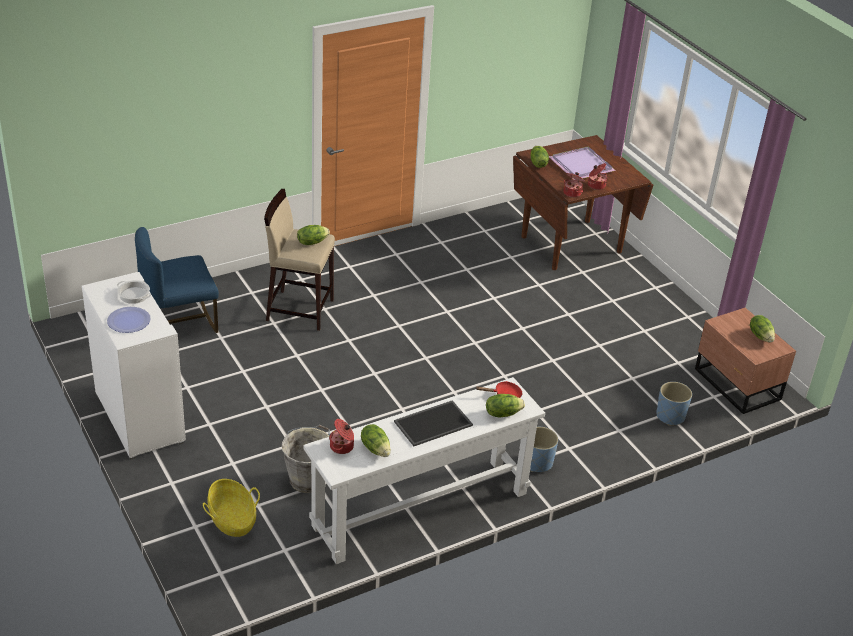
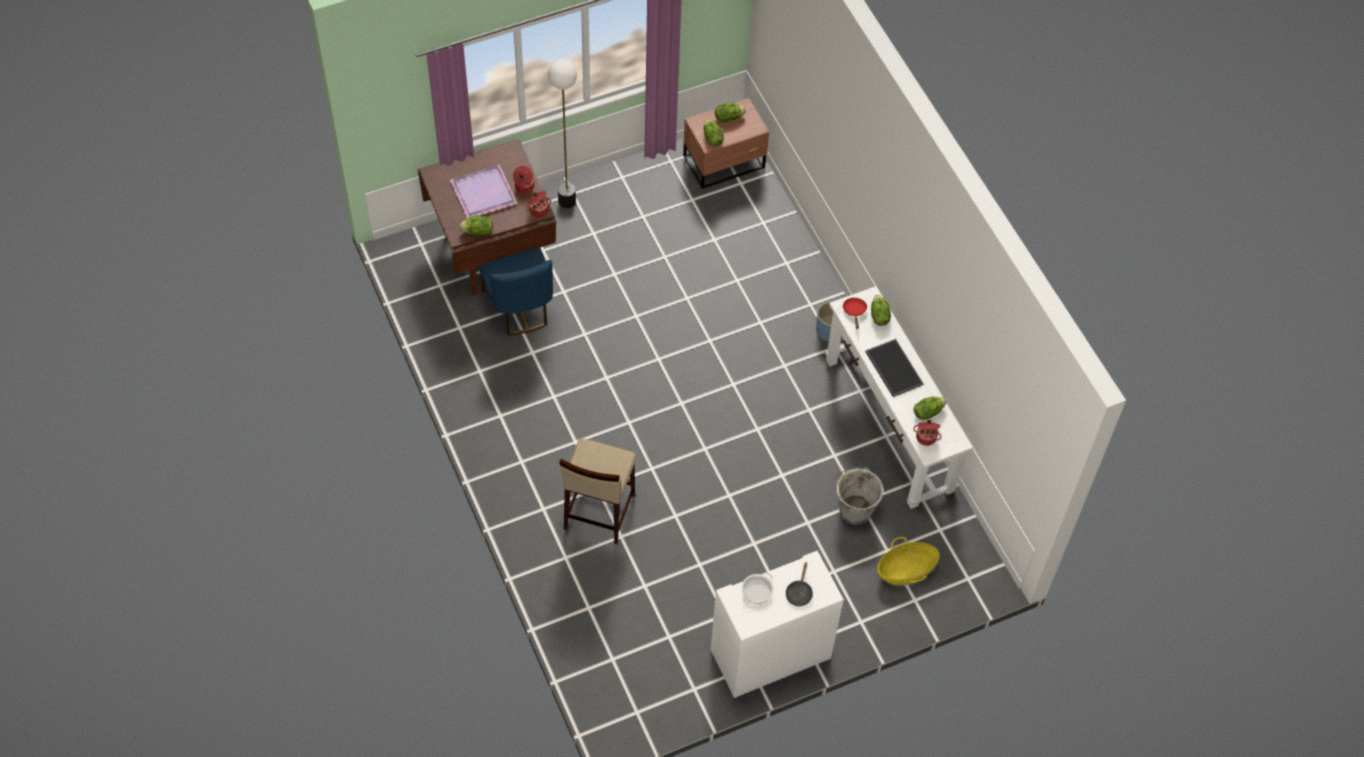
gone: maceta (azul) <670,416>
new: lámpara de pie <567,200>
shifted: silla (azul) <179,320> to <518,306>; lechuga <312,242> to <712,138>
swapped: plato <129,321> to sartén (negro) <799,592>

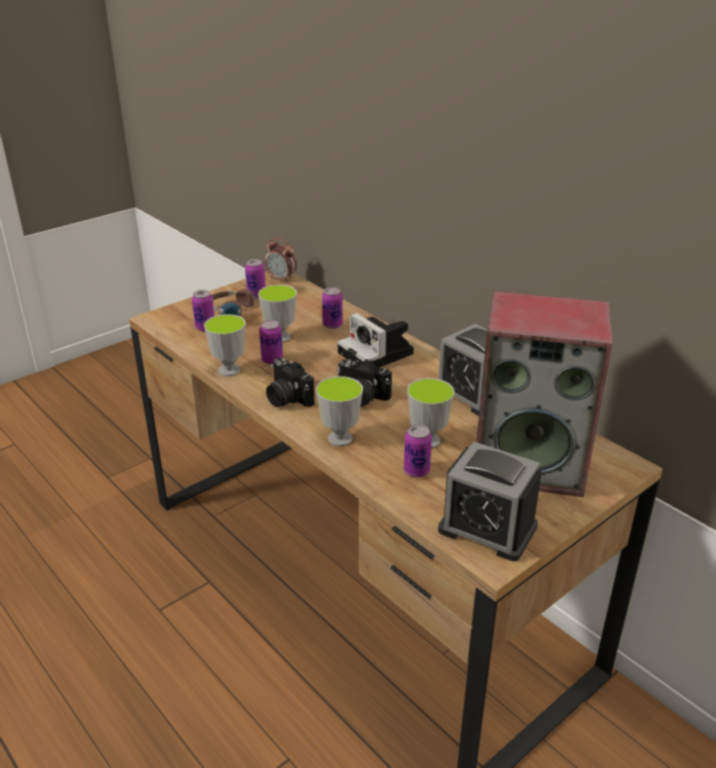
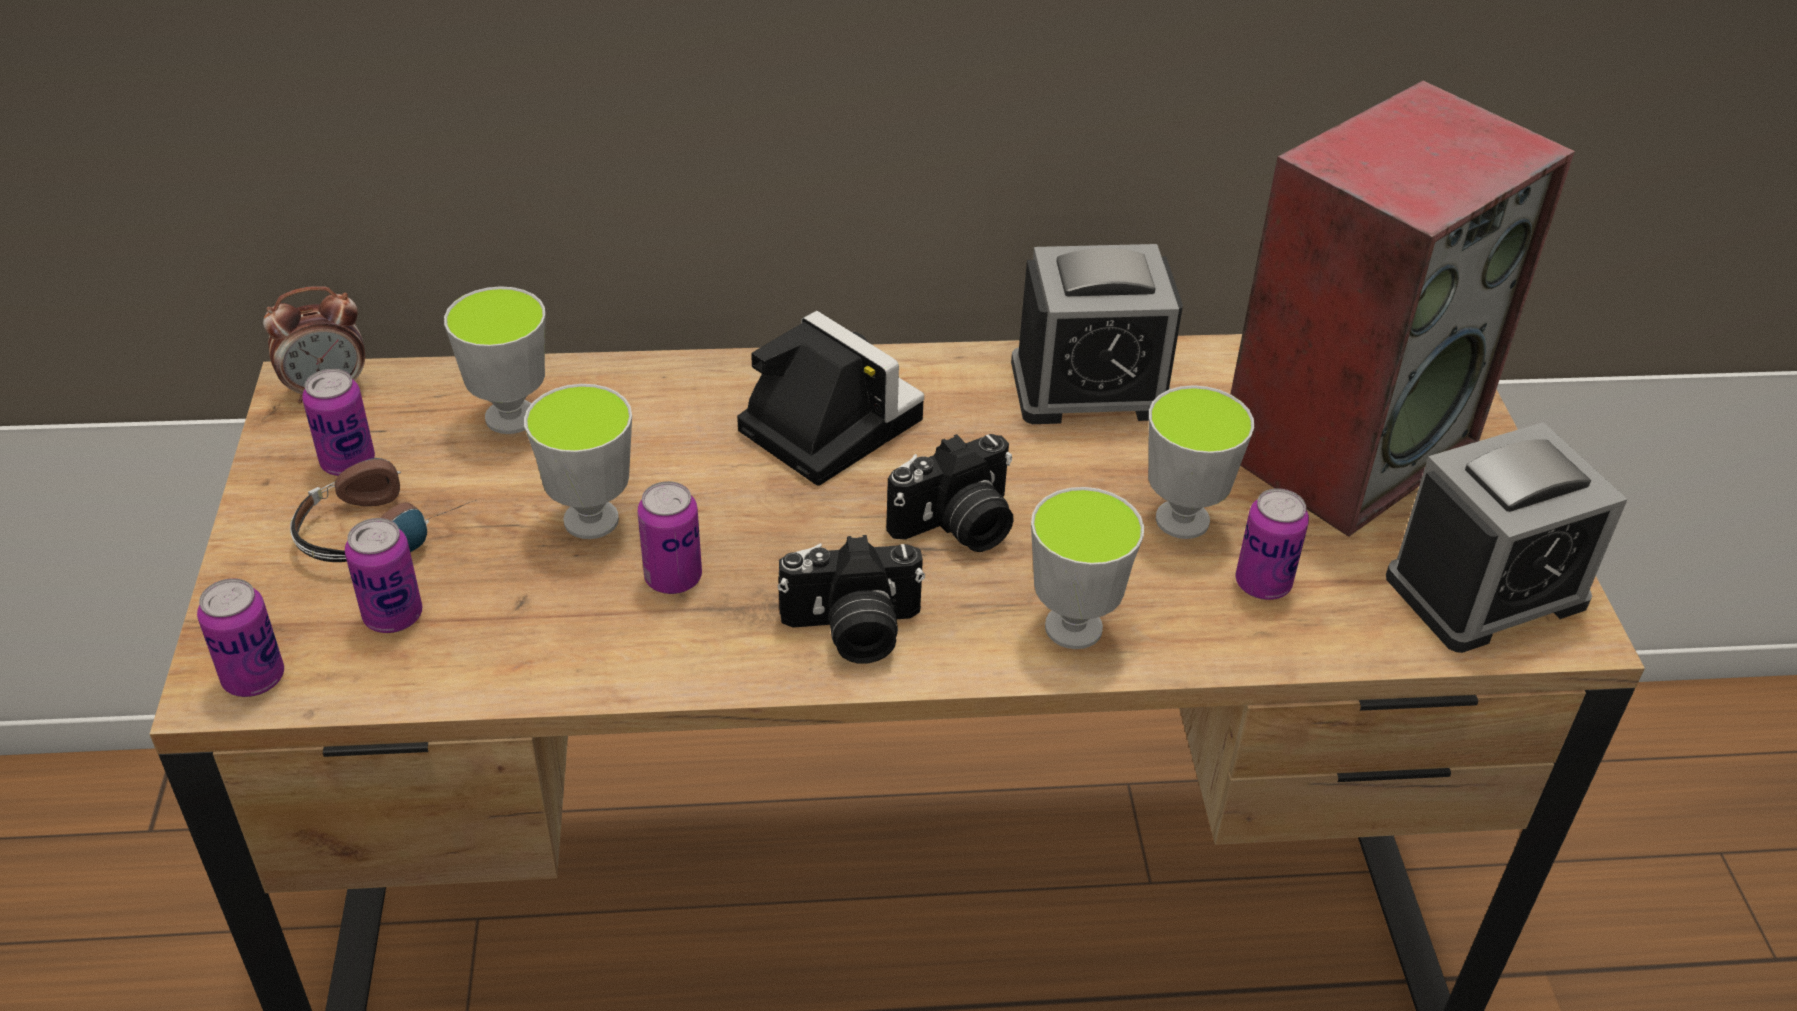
shifted: taza <229,370> to <511,417>; lata <332,325> to <254,678>
rotated: cámara <378,354> = <824,423> 135 degrees counterclockwise

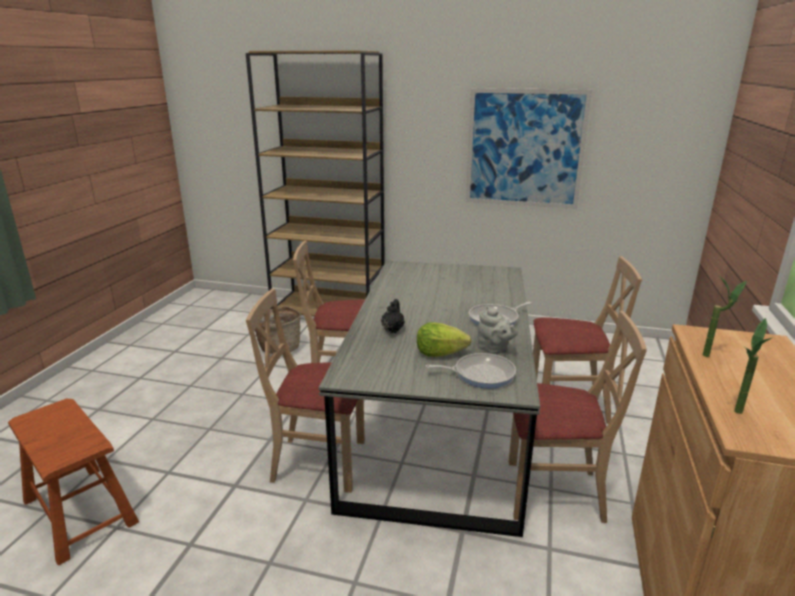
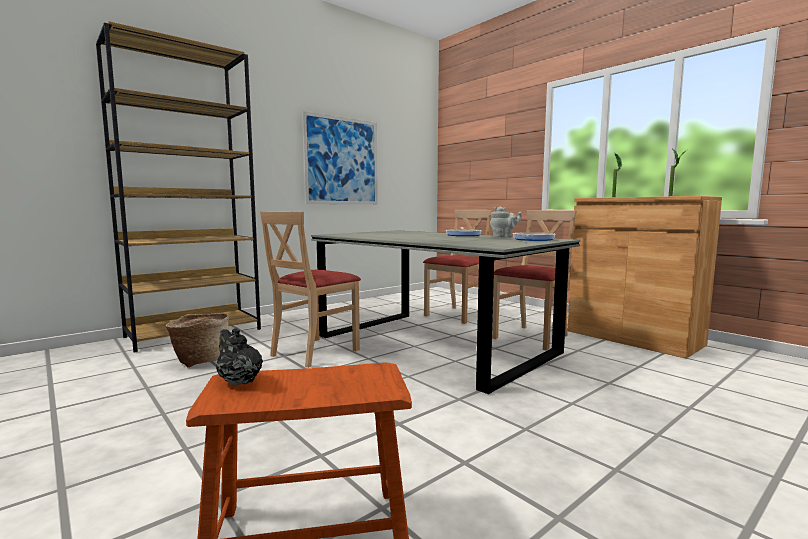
gone: silla (beis) <319,462>; lechuga <439,353>
shifted: tetera (negro) <393,329> to <239,381>

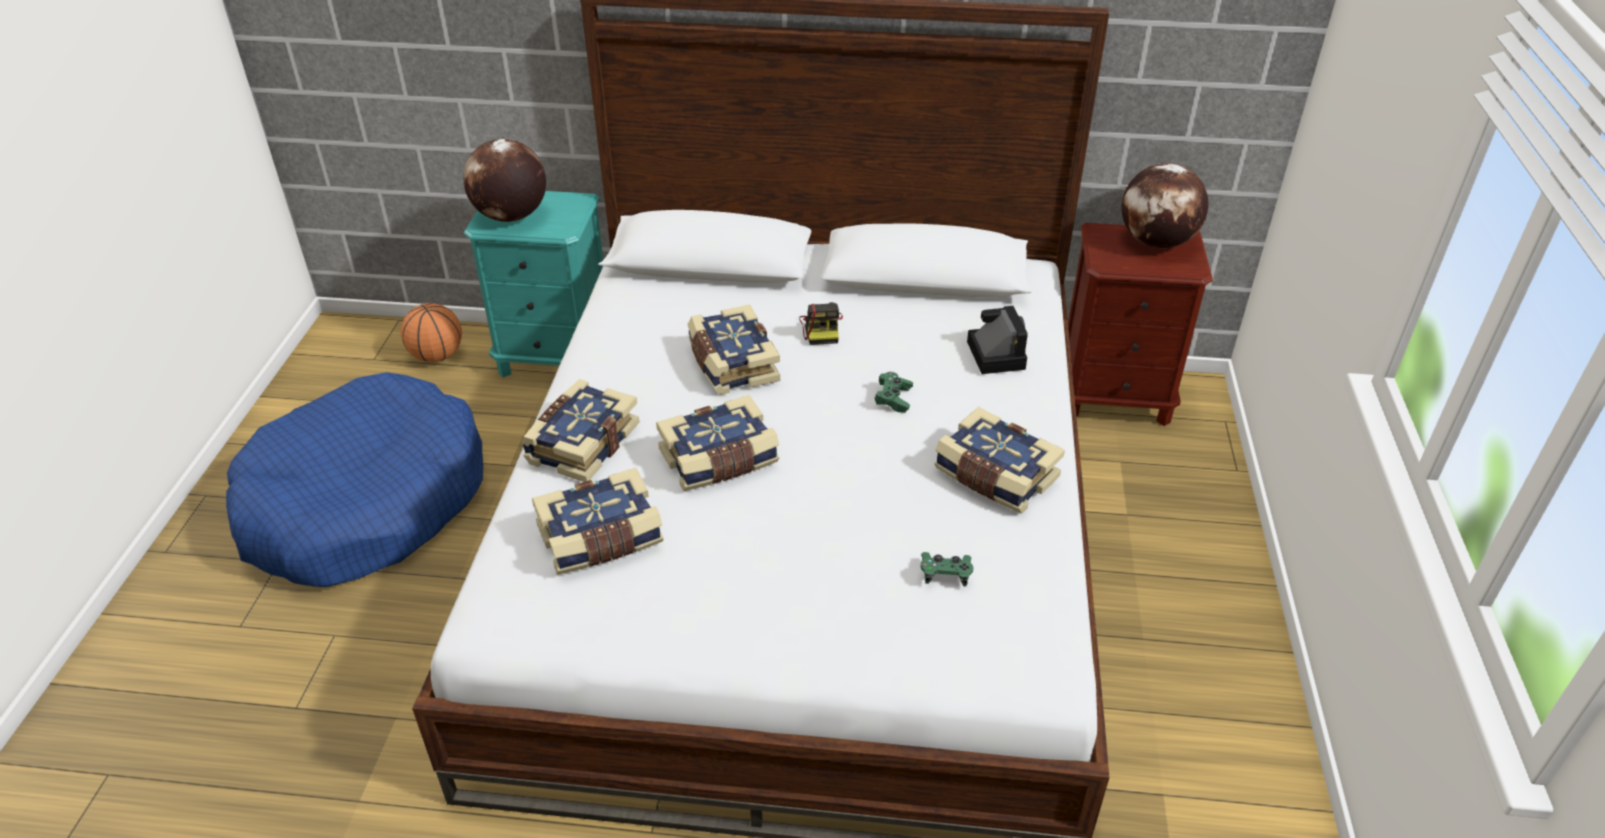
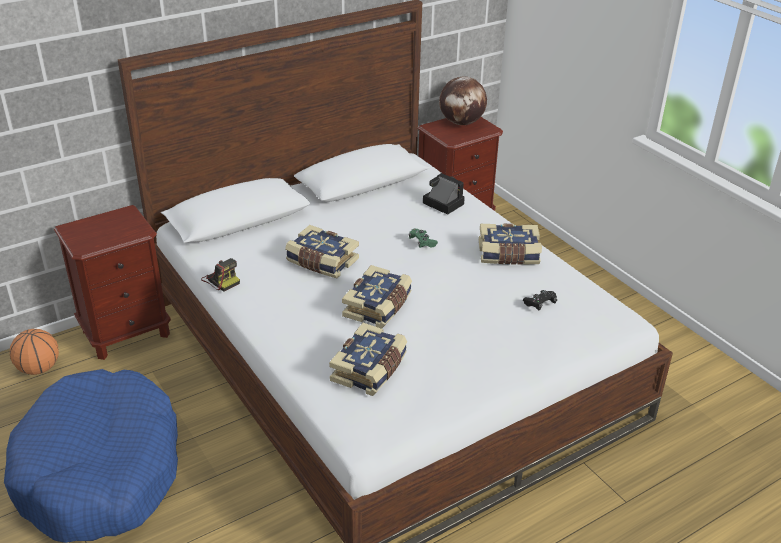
gone: globo terráqueo <511,216>; libro <581,443>
shifted: cámara <822,329> to <221,280>
repainted: mesita de noche (turquesa) <556,357> to mesita de noche (marrón) <126,333>; mando de consola (verde) <945,574> to mando de consola (negro) <540,304>

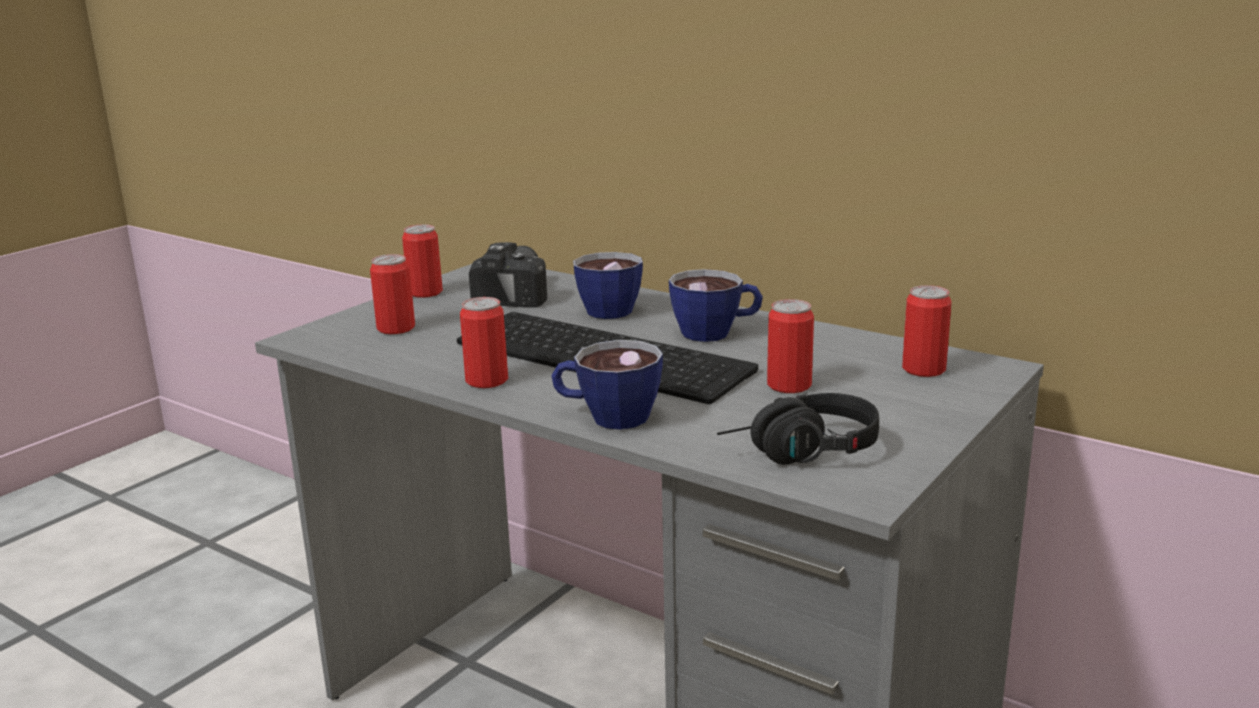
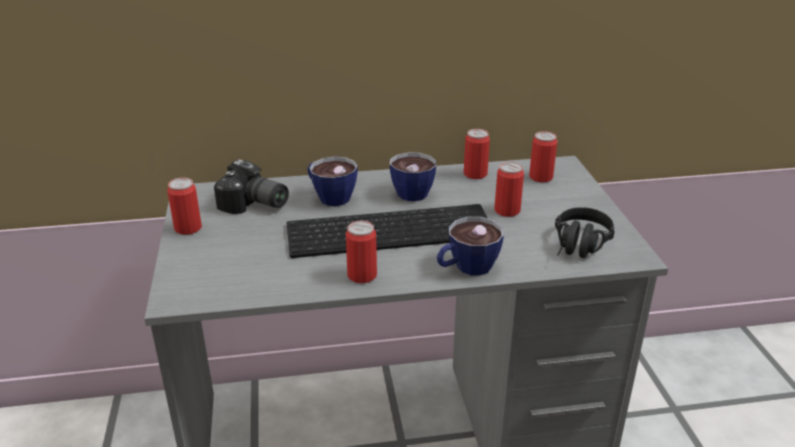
shifted: lata <396,328> to <475,174>
rotated: cámara <519,293> = <254,205> 150 degrees clockwise

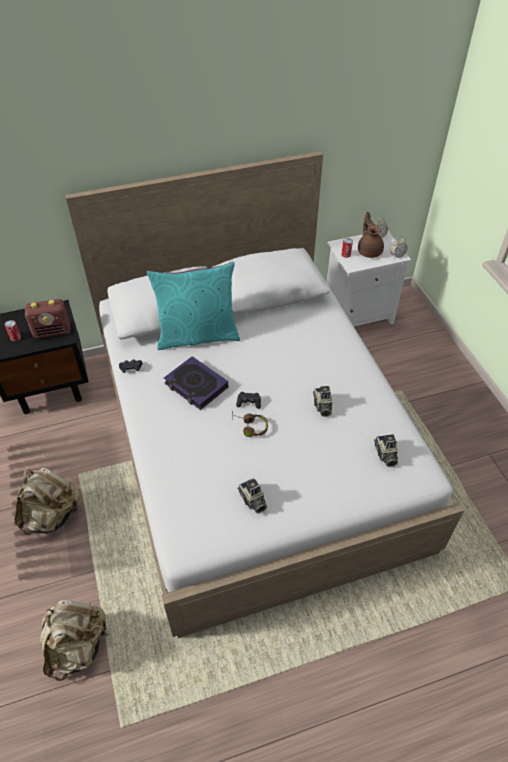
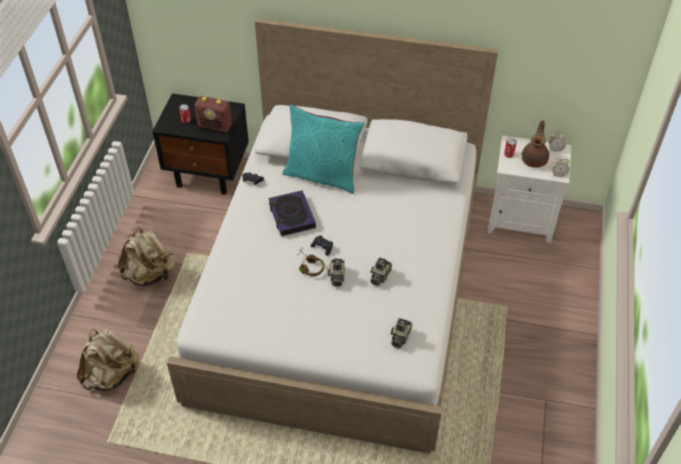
shifted: cámara <252,501> to <336,277>

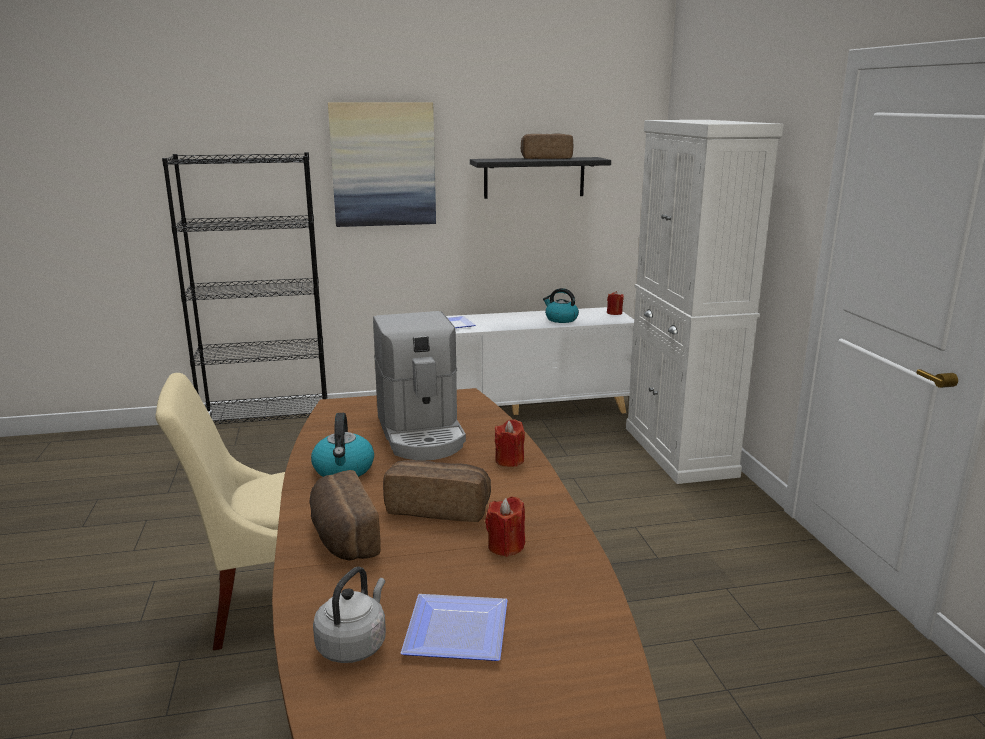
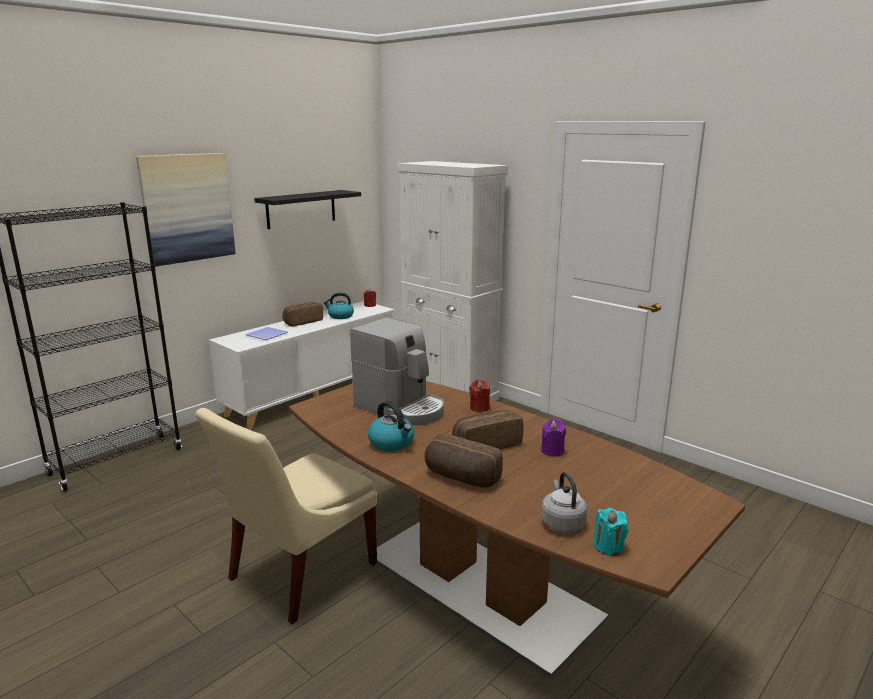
gone: plato <460,629>
new: vela (turquesa) <608,546>
shifted: pan <546,158> to <302,322>
repainted: vela (rojo) <506,546> to vela (morado) <552,451>

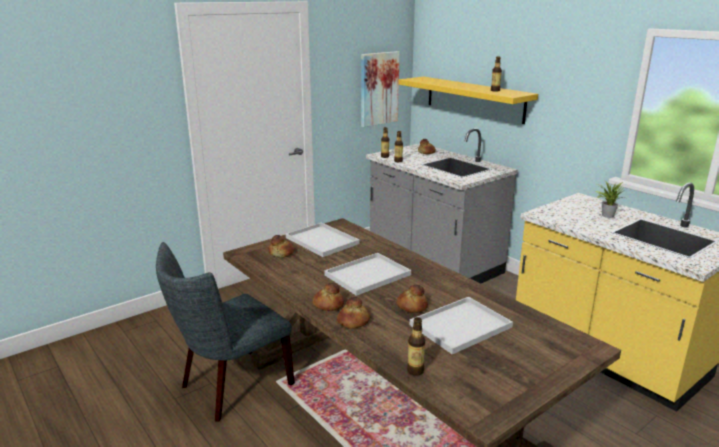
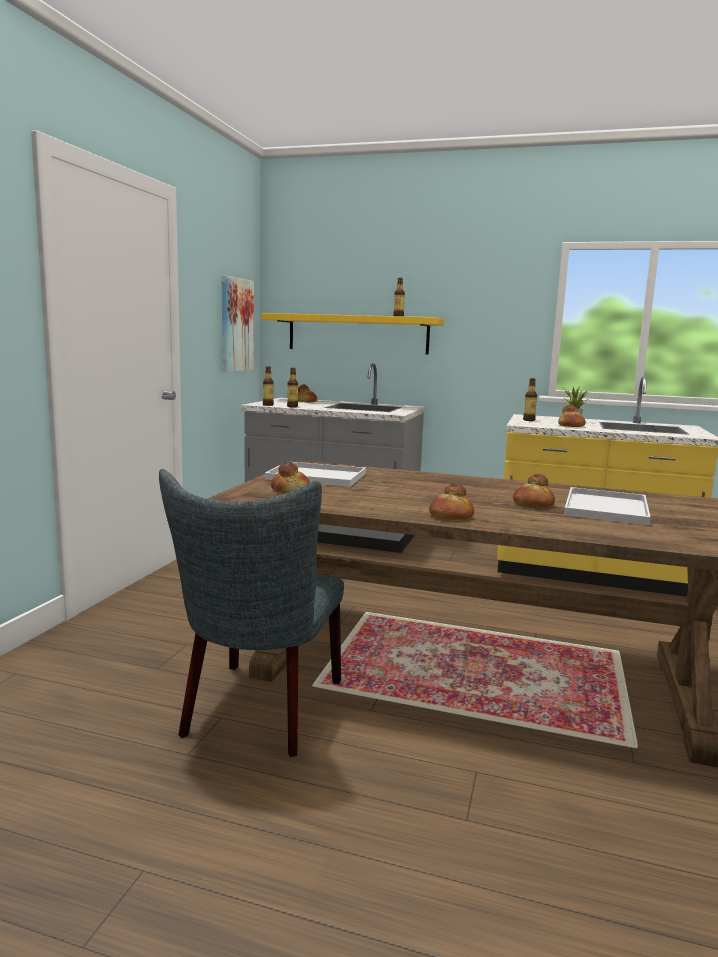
gone: bandeja (blanco) <368,274>
shifted: pan <353,322> to <571,426>; botella <415,371> to <529,420>

